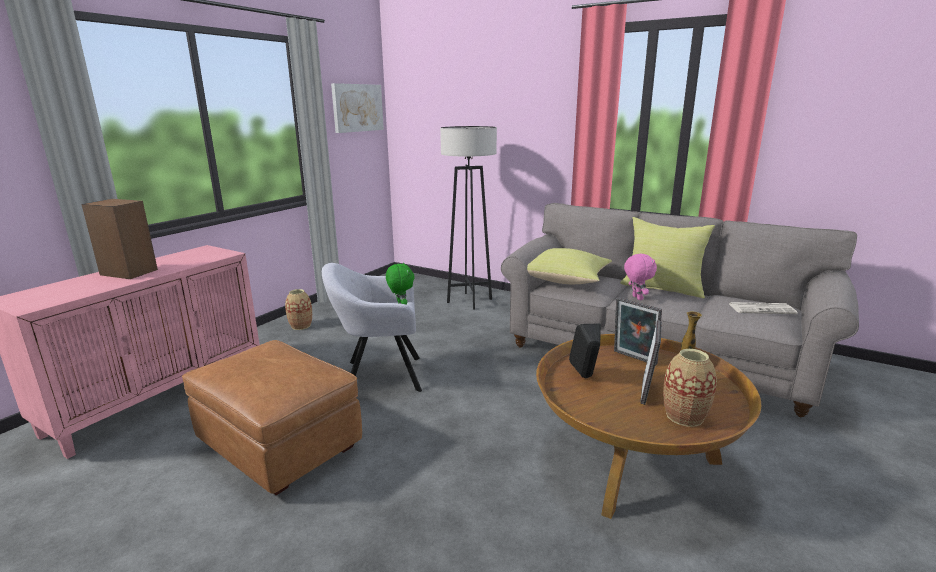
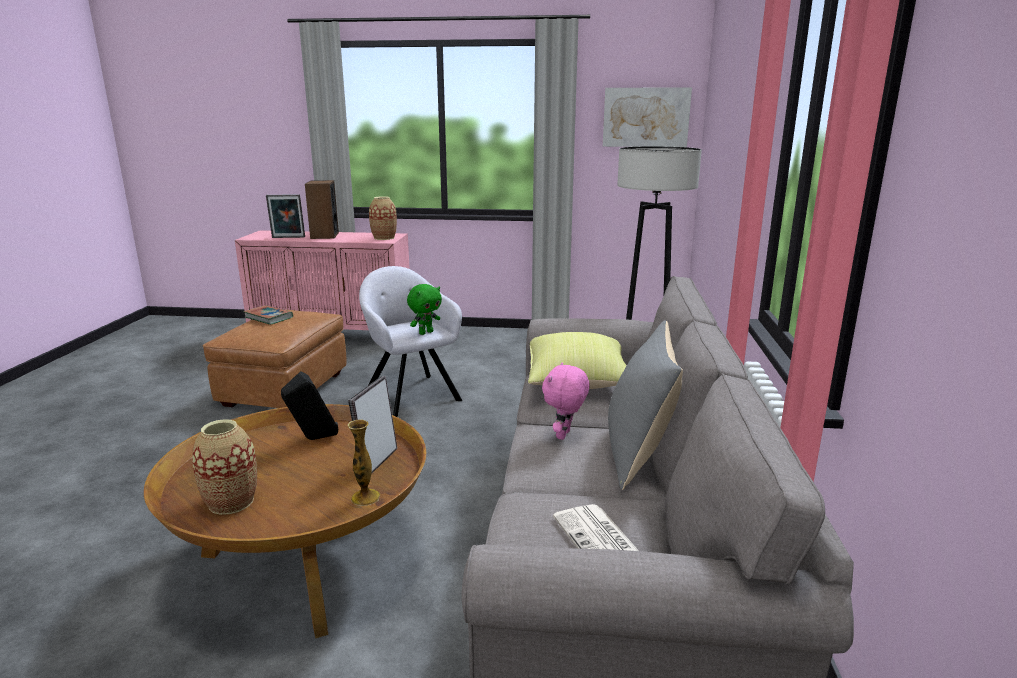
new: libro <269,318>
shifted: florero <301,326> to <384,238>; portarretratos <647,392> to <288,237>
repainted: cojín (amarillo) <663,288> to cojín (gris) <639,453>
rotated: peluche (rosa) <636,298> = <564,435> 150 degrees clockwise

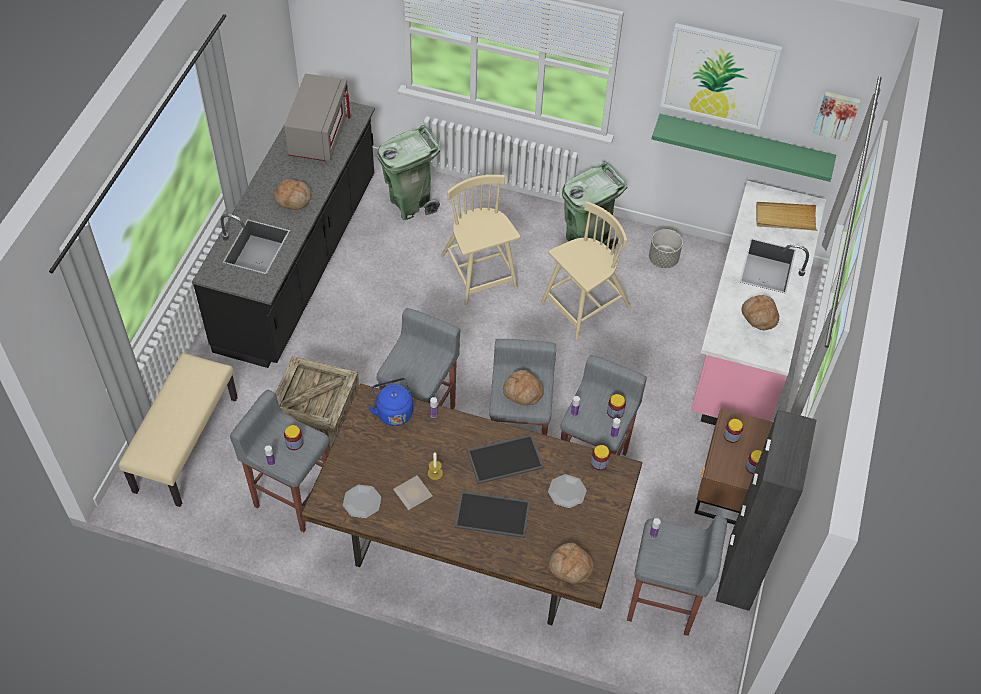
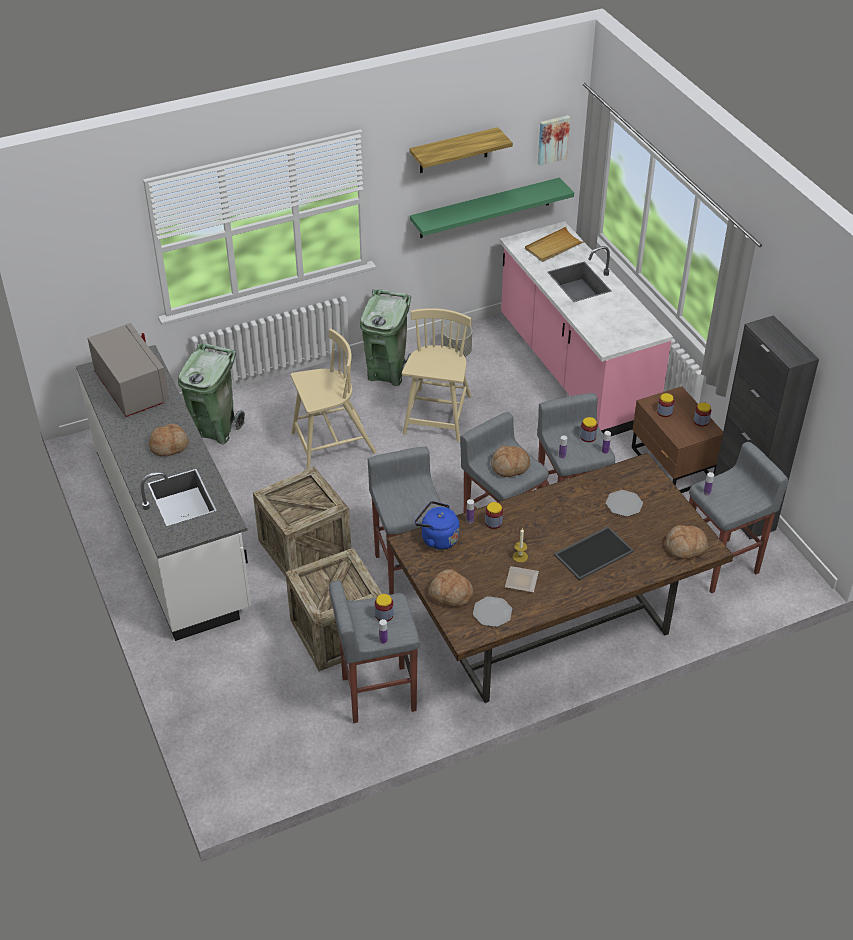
gone: banco (beis) <185,443>; bandeja <505,458>
new: caja de embalaje <304,548>
shifted: tarro <599,462> to <493,522>; pan <759,316> to <450,594>
swapped: cuadro <719,75> to estante <453,151>
repainted: mueble bajo de cocina (negro) <299,263> to mueble bajo de cocina (blanco) <172,528>
rotated: silla (beis) <479,273> = <331,444> 135 degrees clockwise

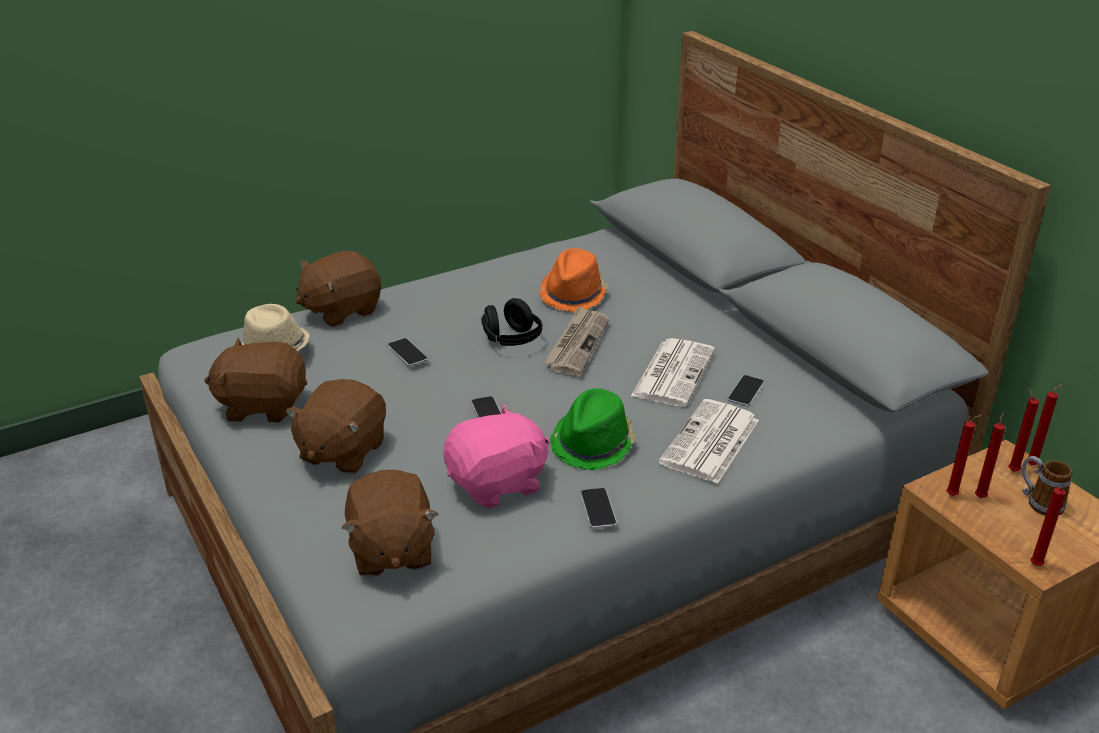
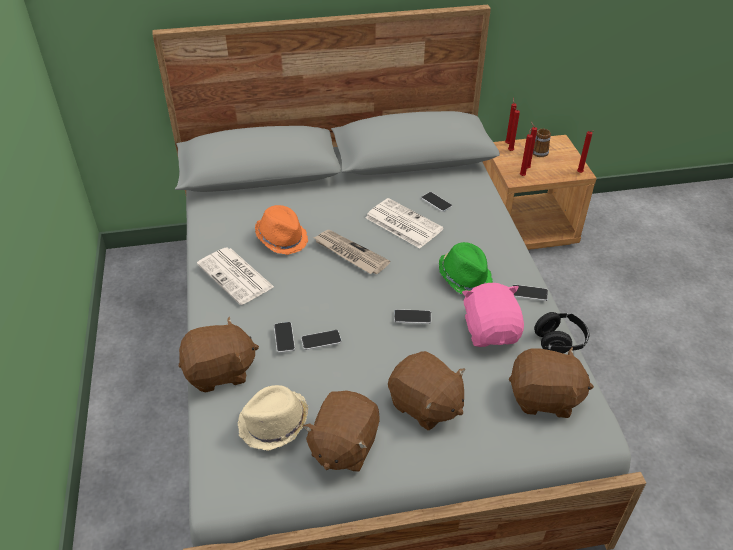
new: móvil <284,338>
shifted: auriculares (negro) <512,340> to <559,342>; periódico <710,443> to <236,276>
rotated: peluche (marrón) <341,310> = <220,372> 90 degrees counterclockwise

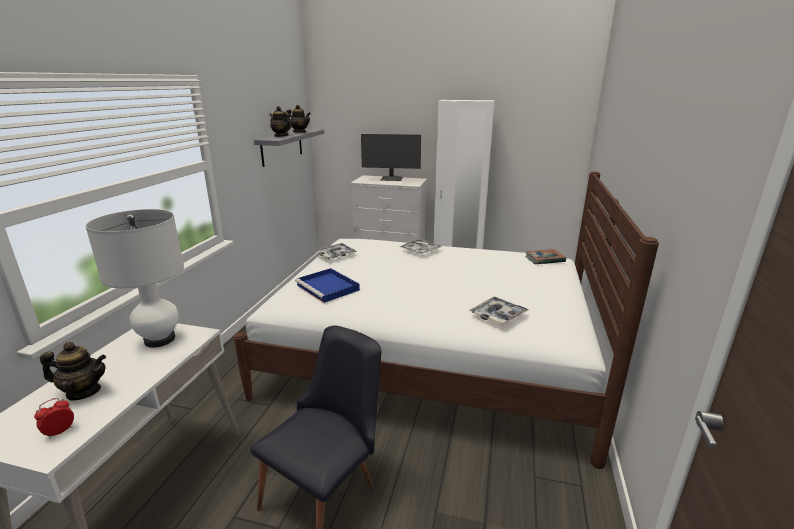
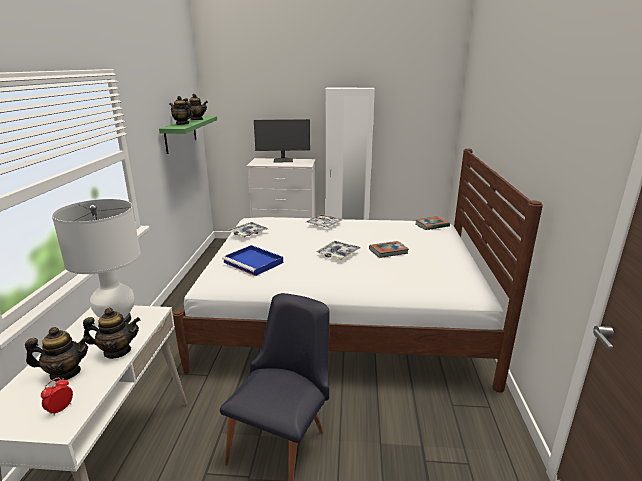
new: tetera <117,351>; libro <388,251>
shifted: bandeja <498,315> to <338,254>
repainted: estante (gris) <282,146> to estante (verde) <180,134>

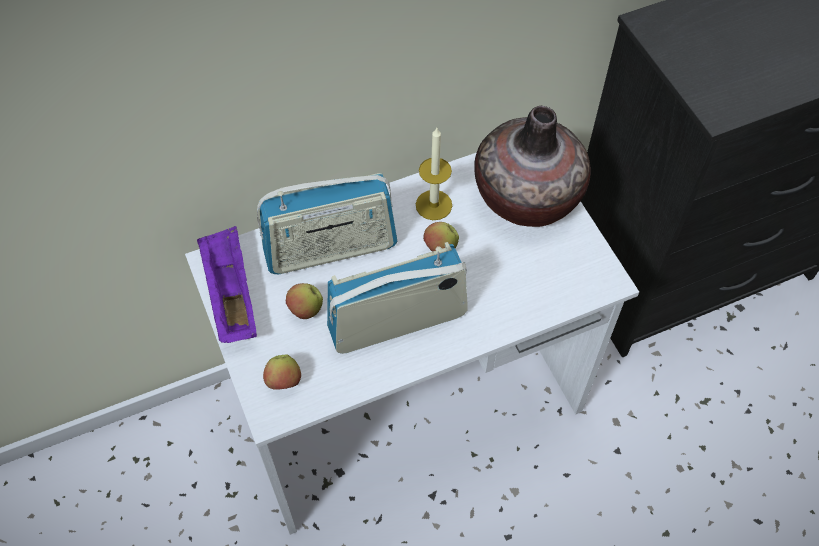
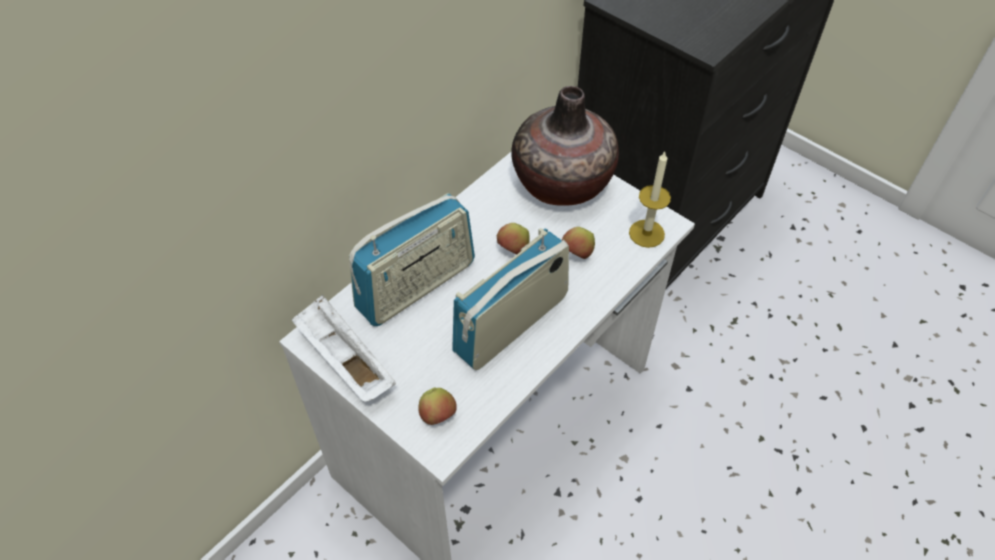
shifted: manzana <306,310> to <577,253>; vela <433,205> to <646,233>
repainted: bandeja (morado) <230,294> to bandeja (blanco) <344,360>

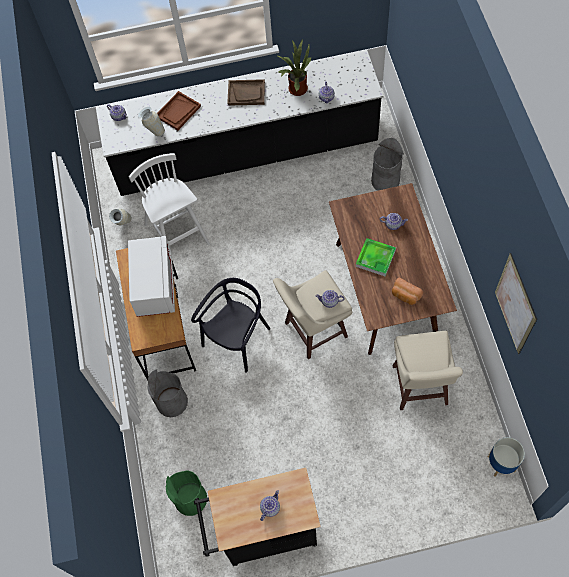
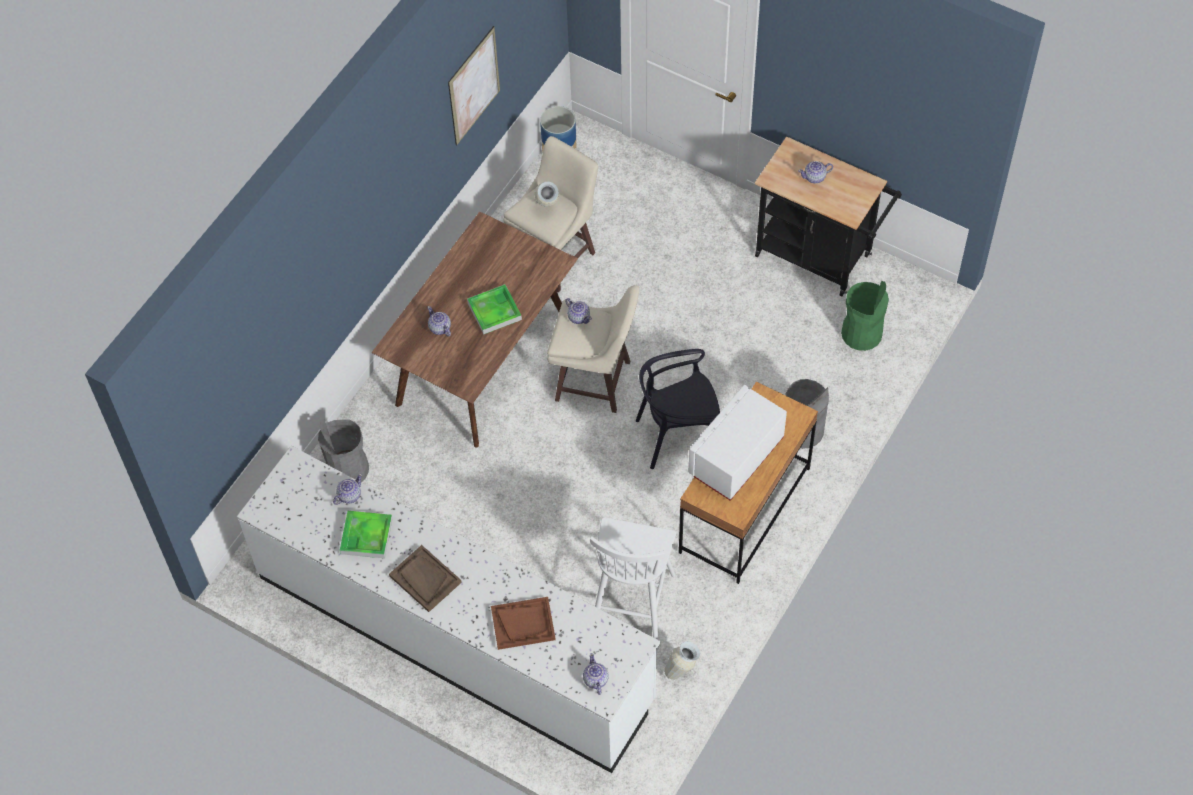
gone: pan <405,295>
shifted: florero <154,131> to <547,209>
swapped: planta en maceta <296,88> to bandeja <366,536>
repainted: mueble bajo de cocina (negro) <246,154> to mueble bajo de cocina (blanco) <455,637>

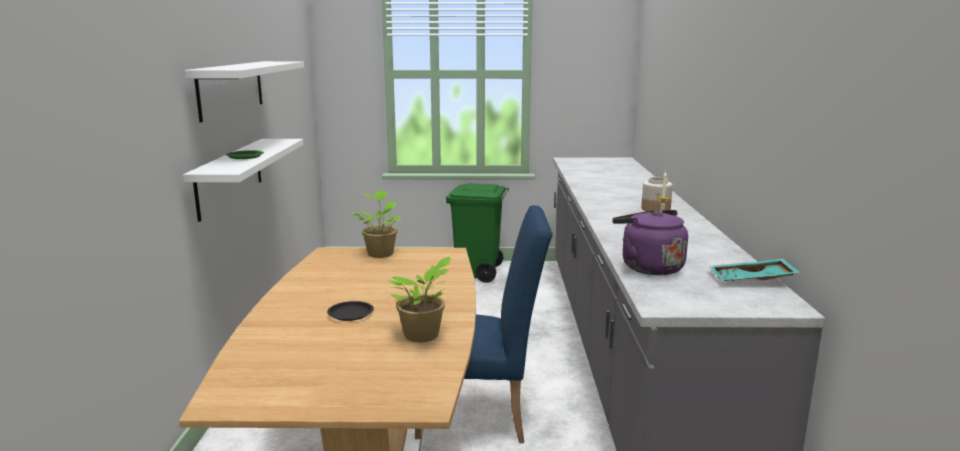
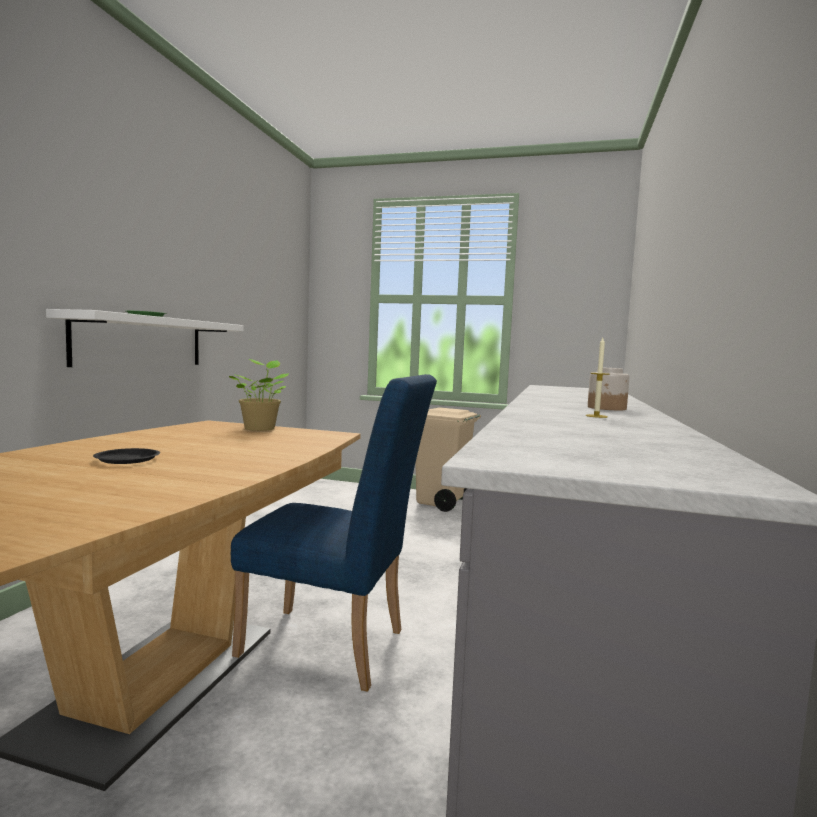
gone: estante (blanco) <231,88>; planta en maceta <423,336>; hervidor (morado) <648,267>; bandeja (turquesa) <752,280>
repainted: papelera (verde) <478,273> to papelera (beis) <441,503>

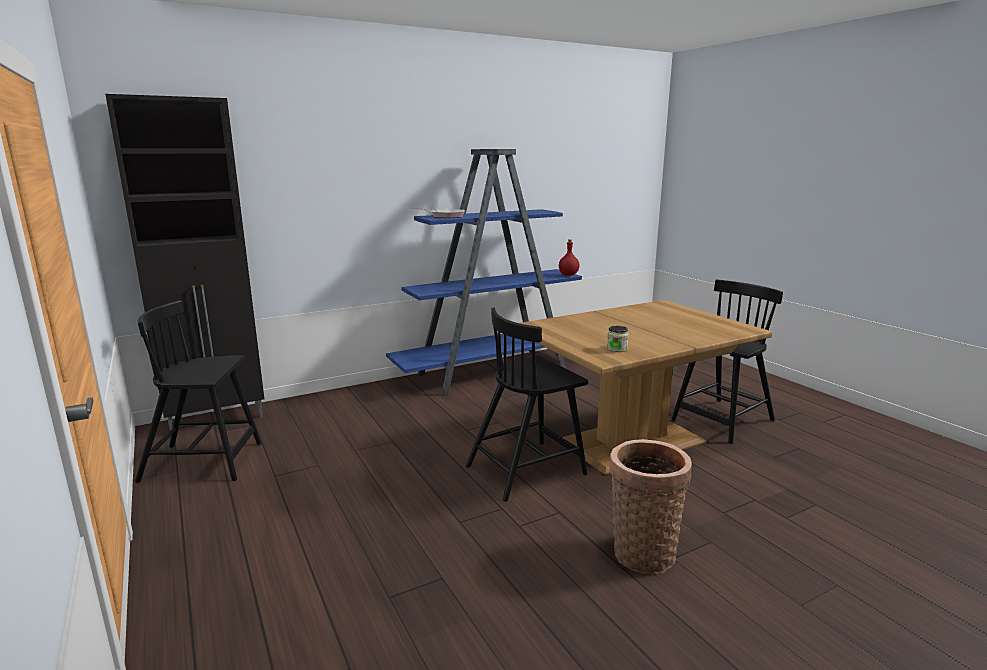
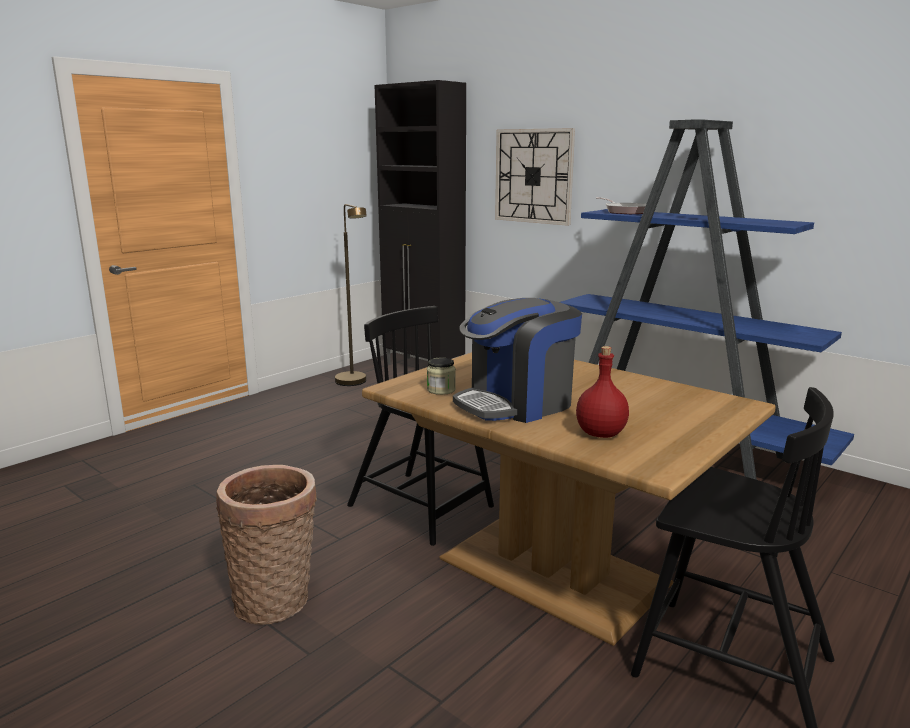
new: cafetera <517,403>; reloj de pared <533,176>
shifted: botella (rojo) <568,275> to <599,433>
swapped: silla (negro) <204,462> to lámpara de pie (marrón) <354,383>

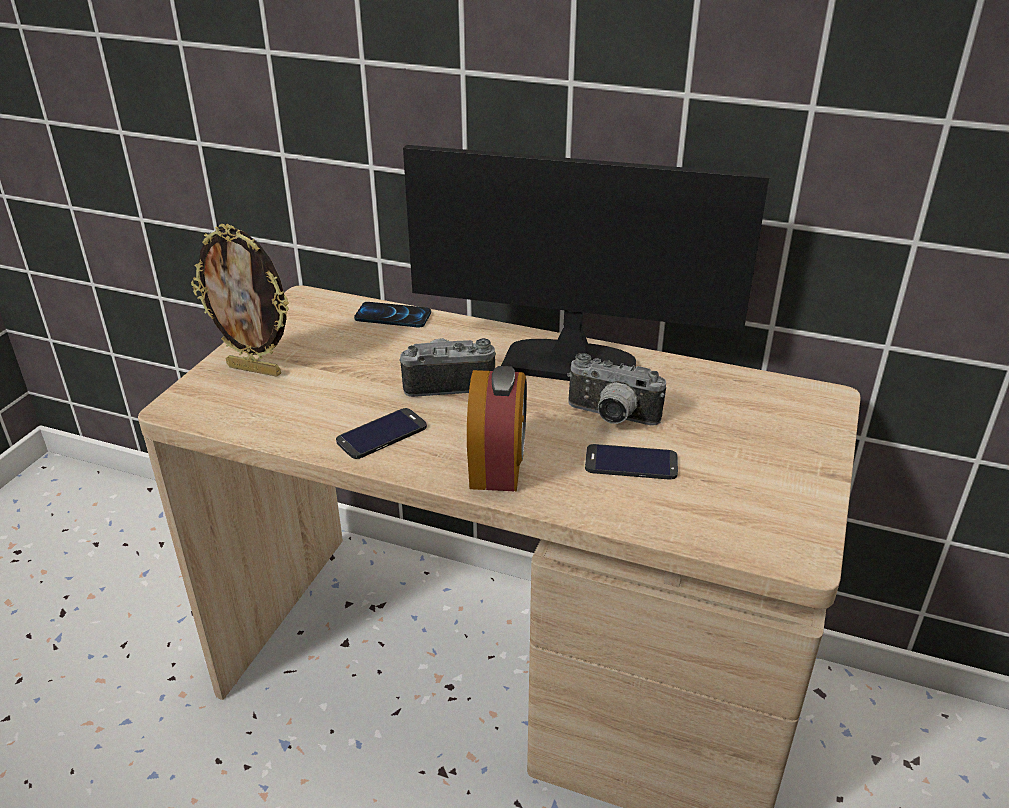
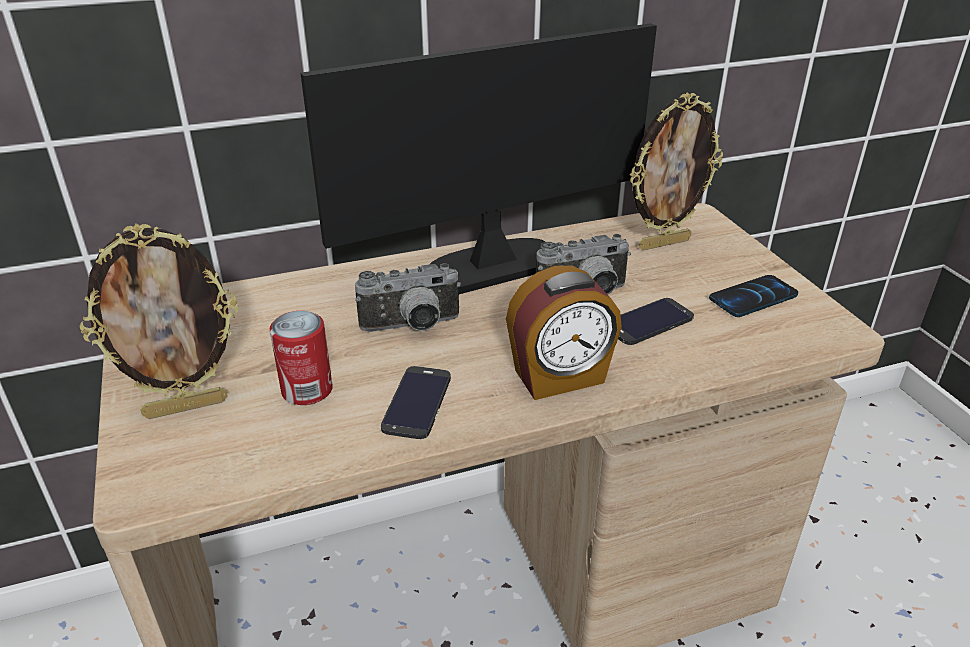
new: lata <307,390>; portarretratos <663,243>
shifted: móvil <393,316> to <753,297>
rotated: cámara <448,383> = <412,327> 150 degrees counterclockwise; despertador <498,468> = <560,378> 105 degrees clockwise

